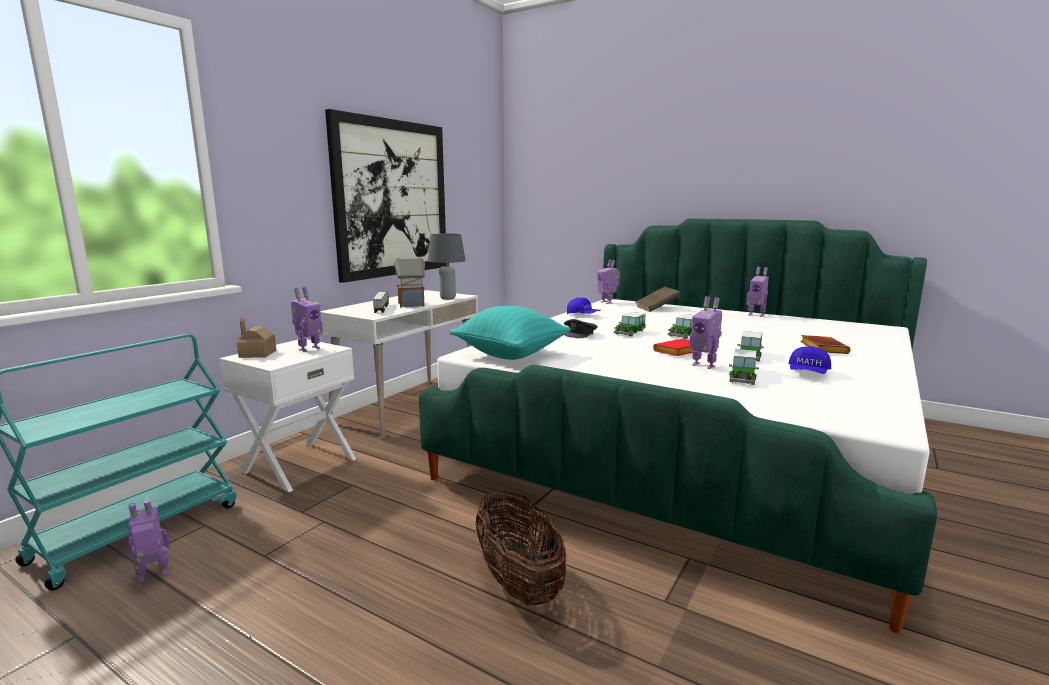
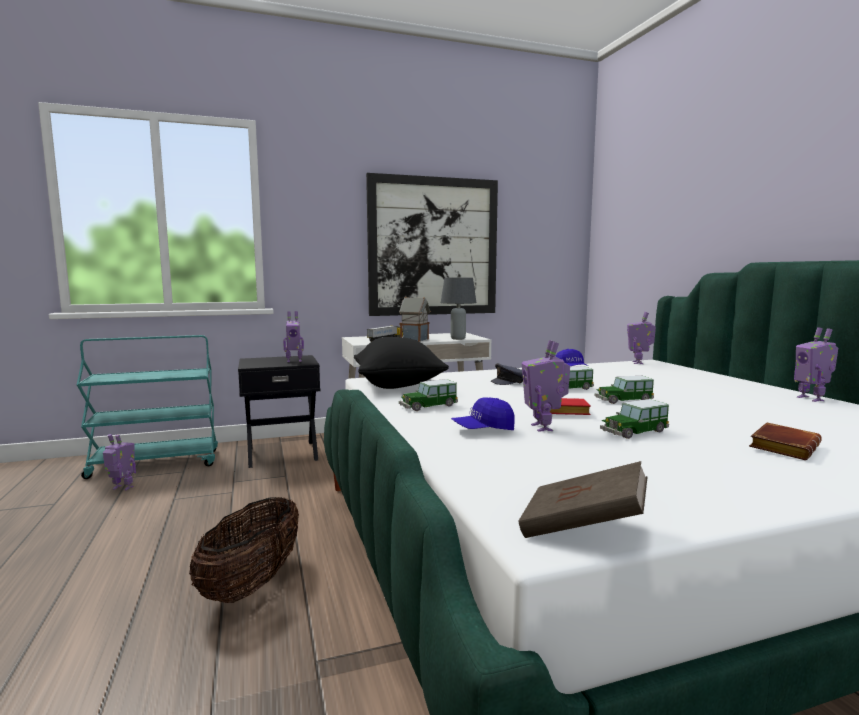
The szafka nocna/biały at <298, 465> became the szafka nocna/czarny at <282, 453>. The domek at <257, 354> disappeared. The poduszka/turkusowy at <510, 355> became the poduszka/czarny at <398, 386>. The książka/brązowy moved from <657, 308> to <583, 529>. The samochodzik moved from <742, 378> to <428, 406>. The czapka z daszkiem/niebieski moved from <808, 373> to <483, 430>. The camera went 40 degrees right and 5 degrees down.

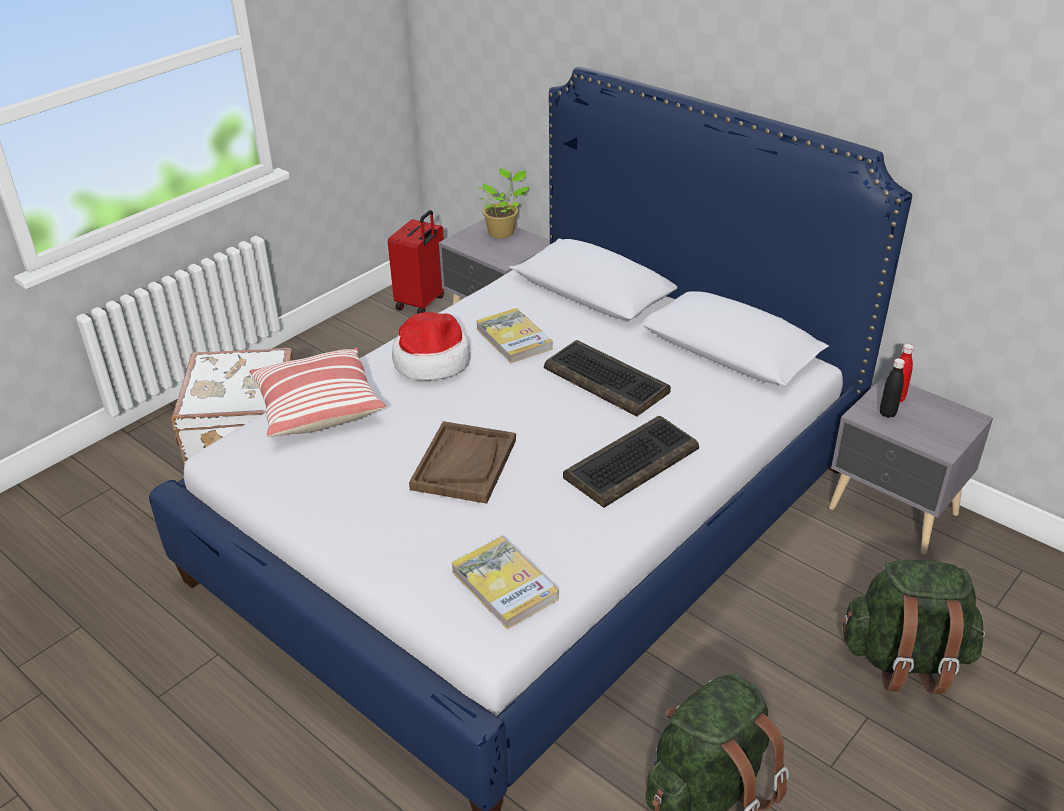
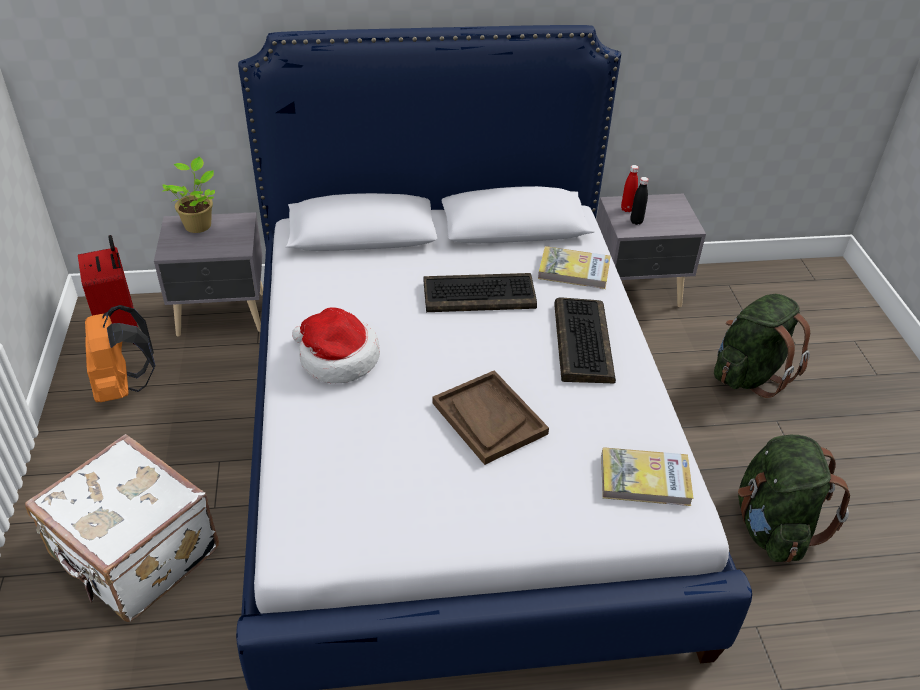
The poduszka at <317, 407> disappeared. The książka moved from <513, 339> to <574, 270>. The plecak/pomarańczowy at <123, 387> appeared. The camera went 50 degrees left and 5 degrees up.

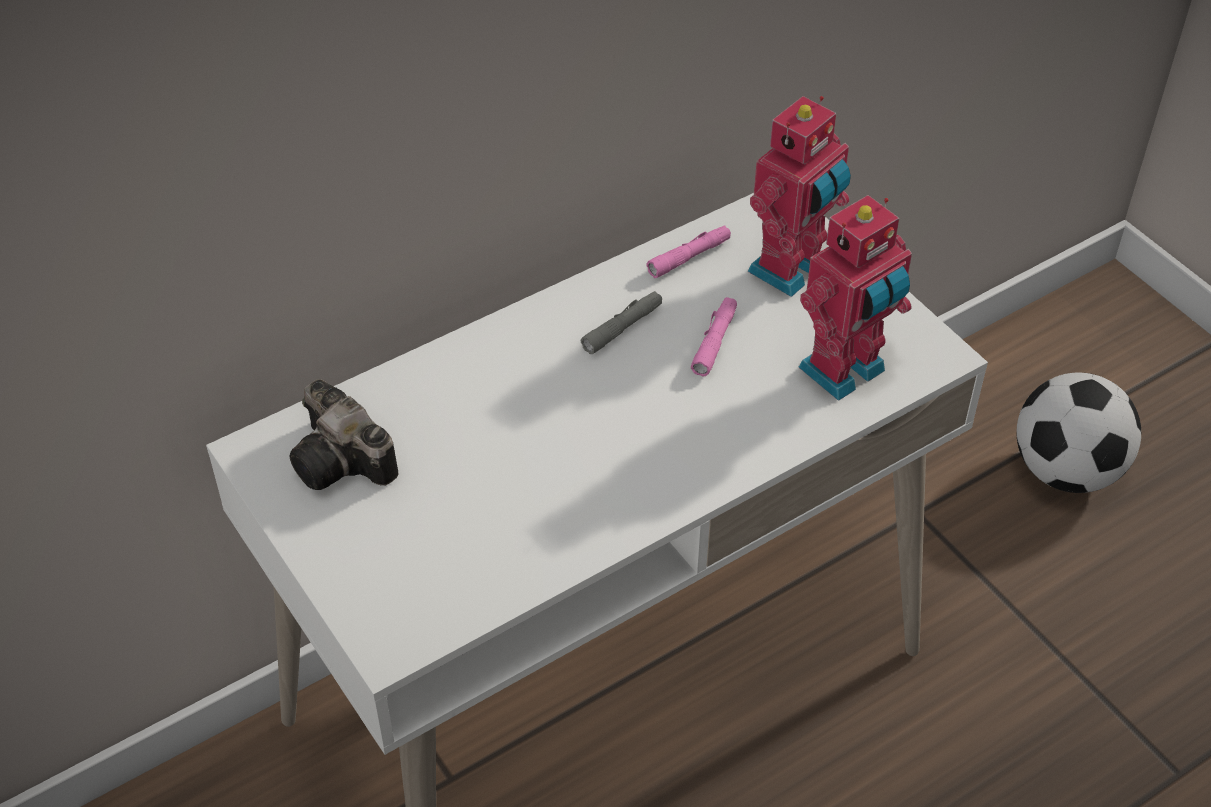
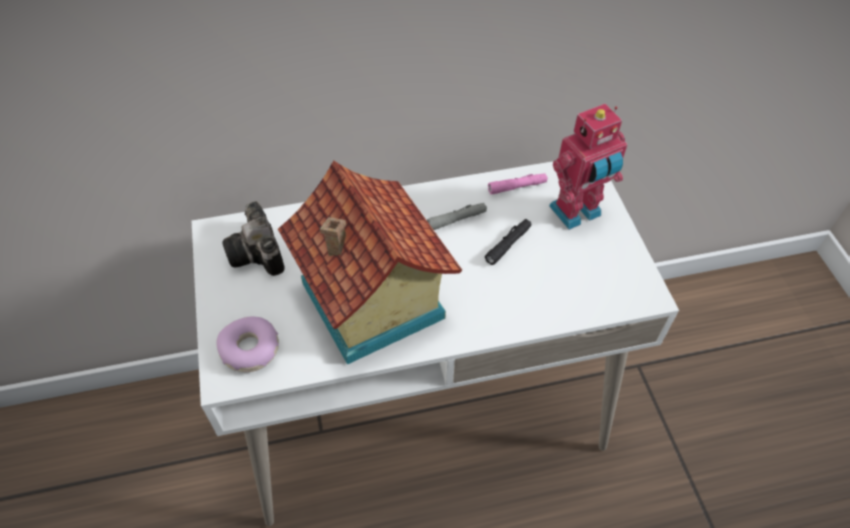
The latarka/różowy at <714, 342> became the latarka/czarny at <508, 244>. The robot zabawkowy at <846, 372> disappeared. The piłka futbolowa at <1066, 471> disappeared. The donut at <250, 350> appeared. The domek at <369, 303> appeared. The camera went 20 degrees right and 5 degrees up.

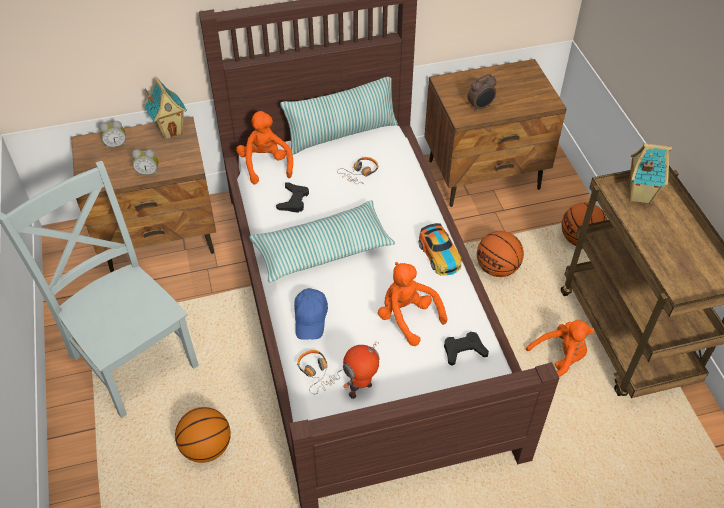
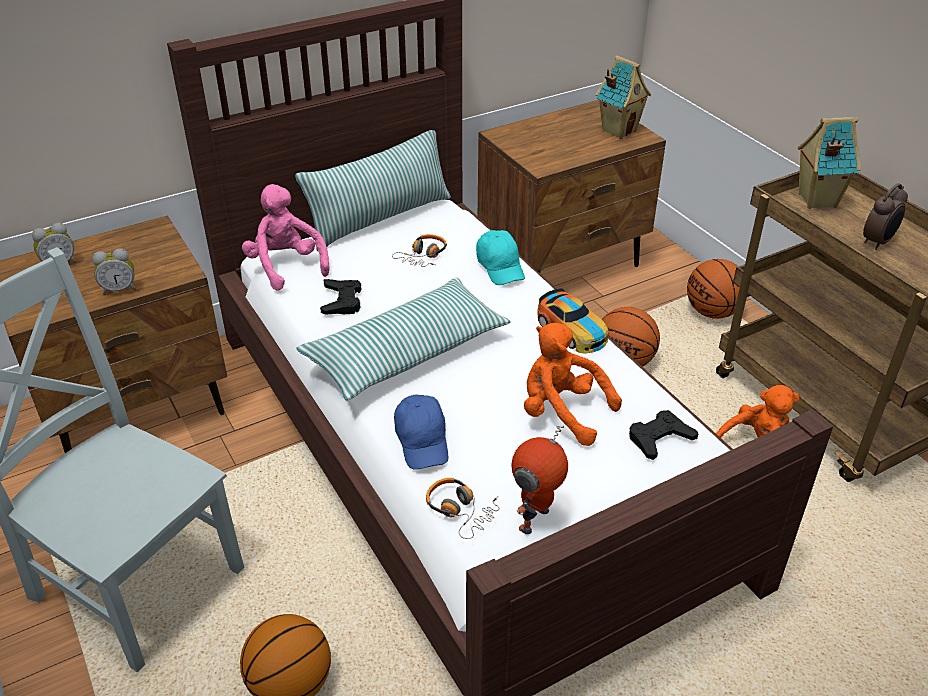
The domek moved from <170, 130> to <618, 130>. The pluszak/pomarańczowy at <265, 164> became the pluszak/różowy at <286, 266>. The budzik moved from <480, 107> to <878, 242>. The czapka z daszkiem/turkusowy at <500, 267> appeared. The camera went 15 degrees left and 10 degrees down.

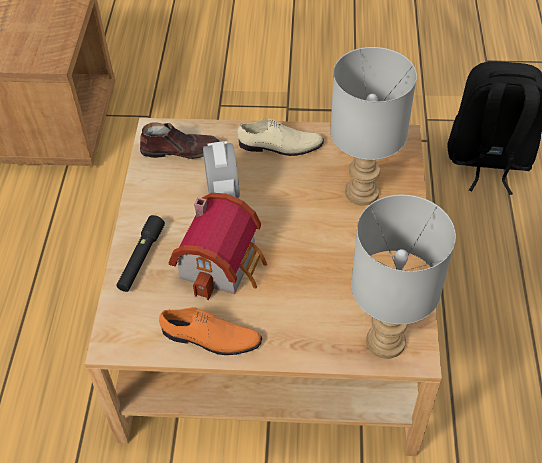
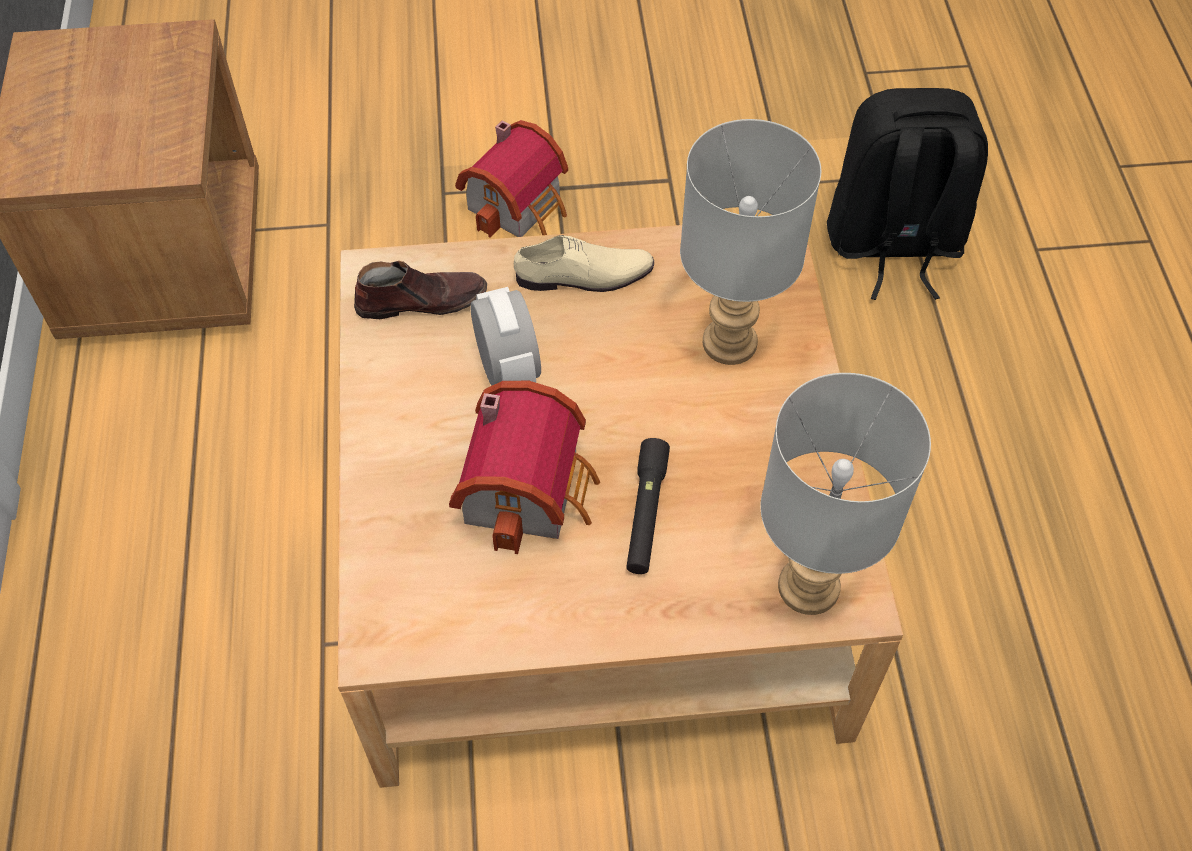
The latarka/czarny moved from <141, 258> to <646, 513>. The but/pomarańczowy at <210, 338> disappeared. The domek at <520, 204> appeared. The camera went 10 degrees left and 5 degrees up.

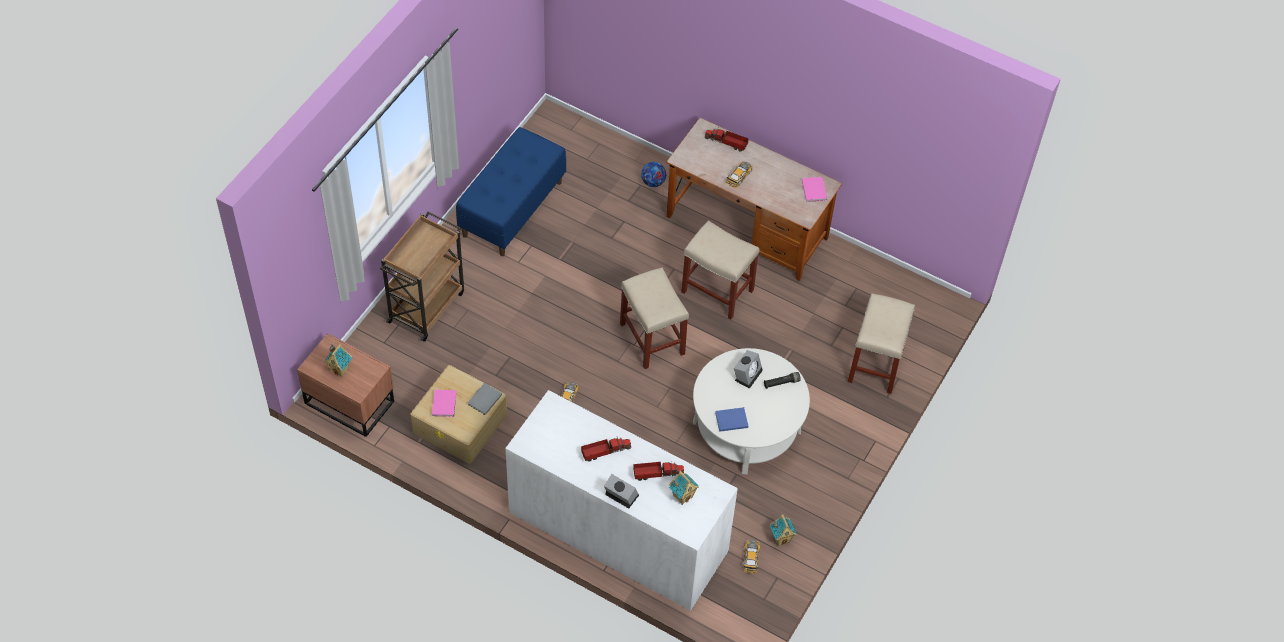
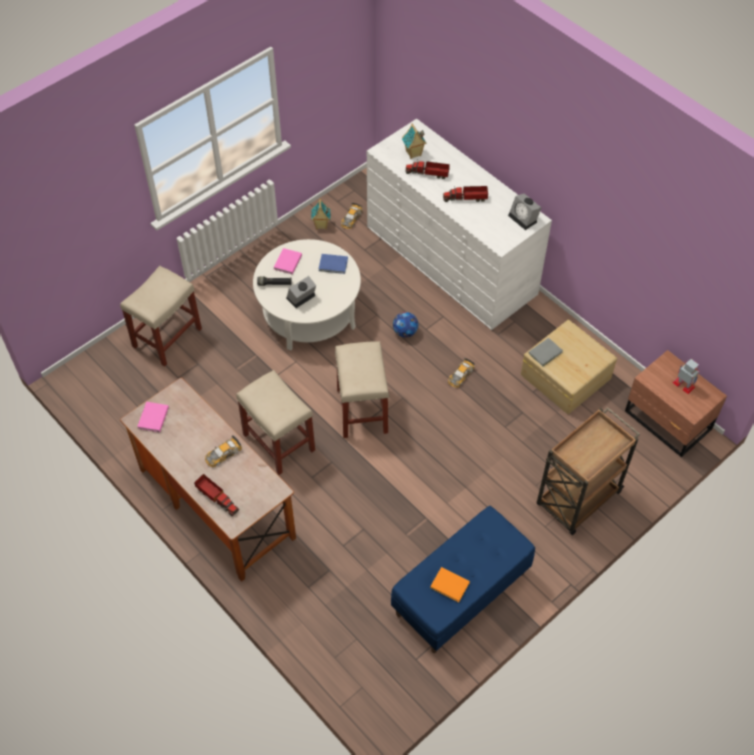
The domek at <340, 370> was replaced by the robot zabawkowy at <684, 385>. The książka/różowy moved from <444, 403> to <287, 262>. The budzik moved from <620, 495> to <524, 218>. The piłka futbolowa moved from <653, 182> to <405, 332>. The książka/pomarańczowy at <450, 586> appeared. The camera went 160 degrees left and 0 degrees up.

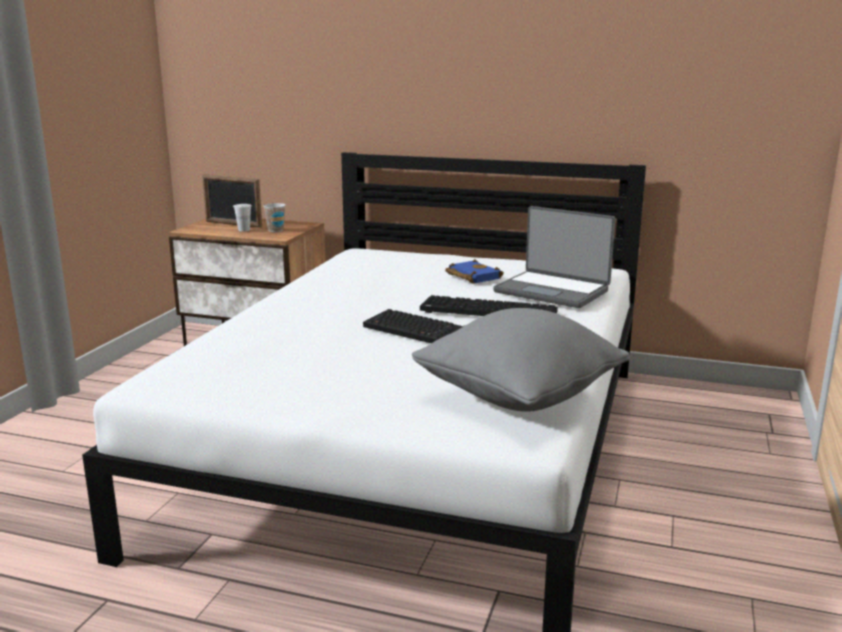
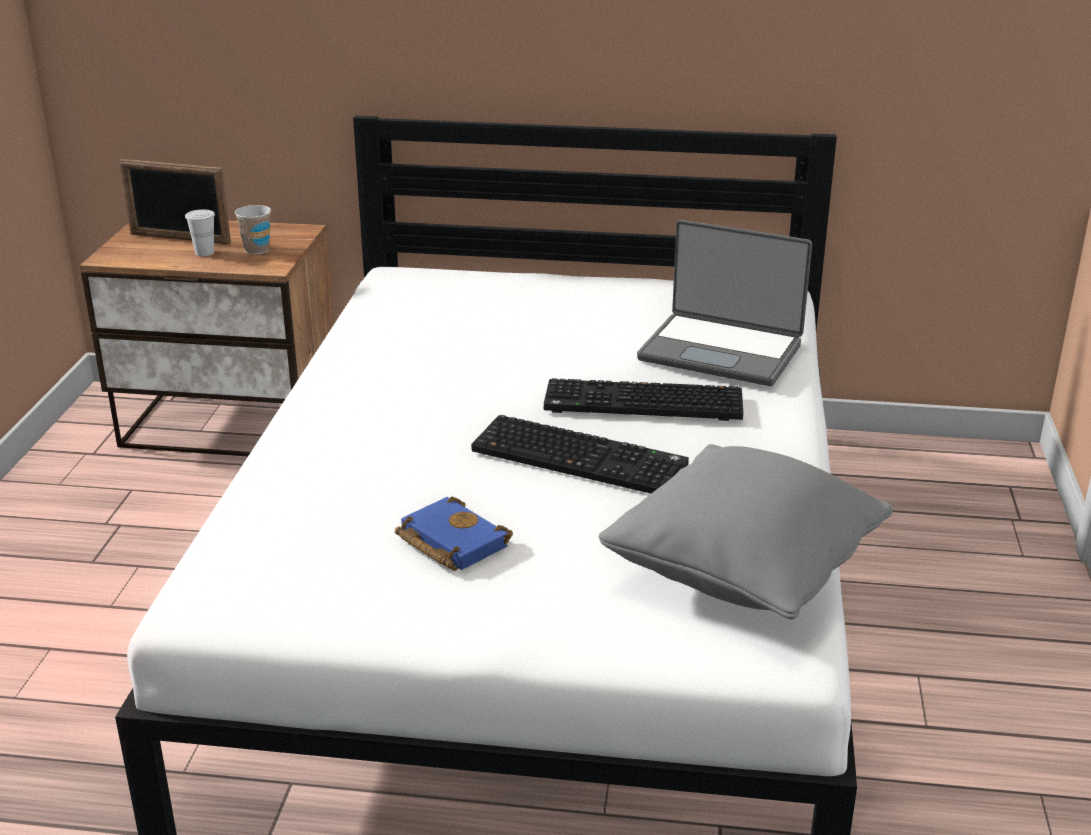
The książka/niebieski moved from <471, 276> to <448, 542>. The camera went 10 degrees left and 10 degrees up.

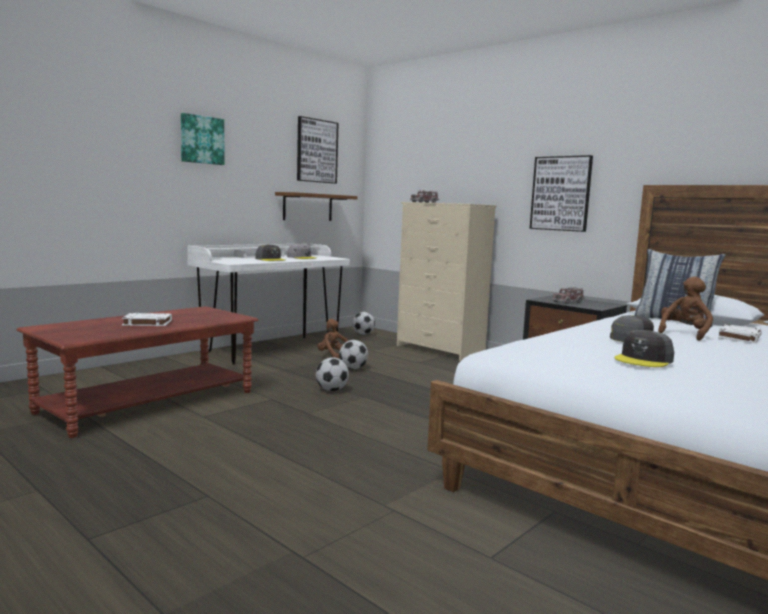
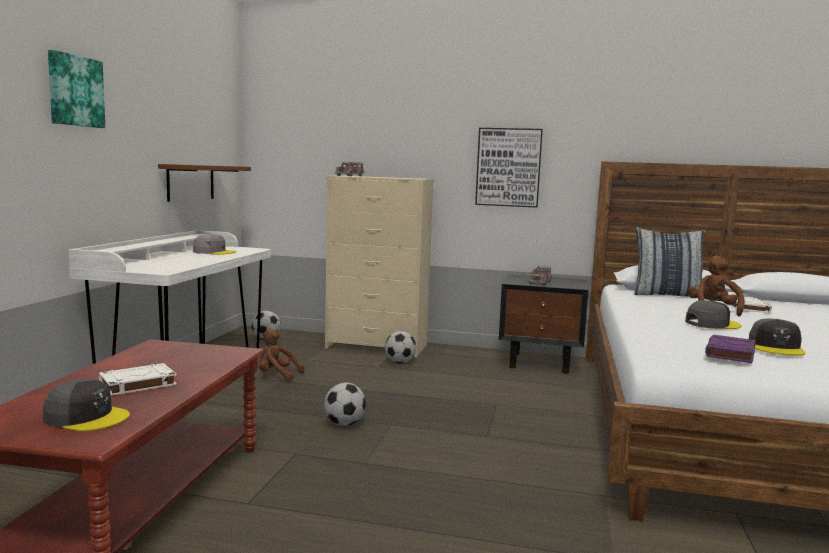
The czapka z daszkiem/szary moved from <270, 259> to <86, 417>. The obraz at <316, 151> disappeared. The piłka futbolowa moved from <352, 368> to <399, 362>. The książka/fioletowy at <730, 353> appeared. The camera went 30 degrees left and 0 degrees up.

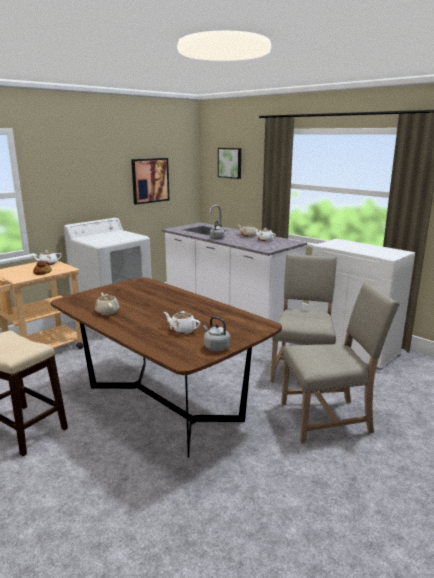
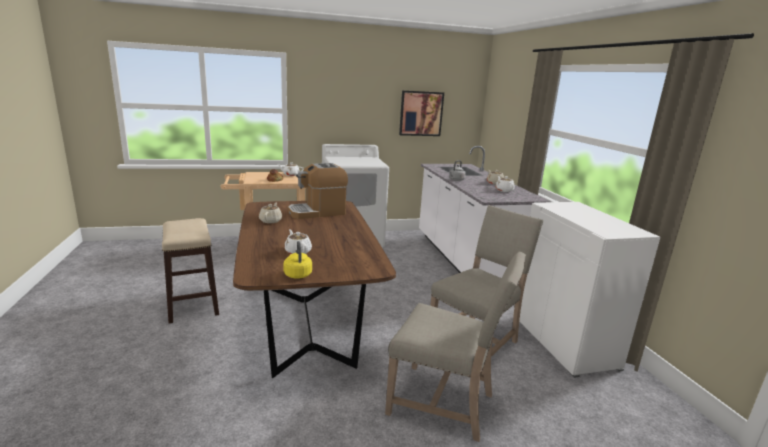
The czajnik/szary at <215, 347> became the czajnik/żółty at <298, 274>. The obraz at <230, 163> disappeared. The ekspres do kawy at <317, 212> appeared. The camera went 30 degrees right and 0 degrees up.

